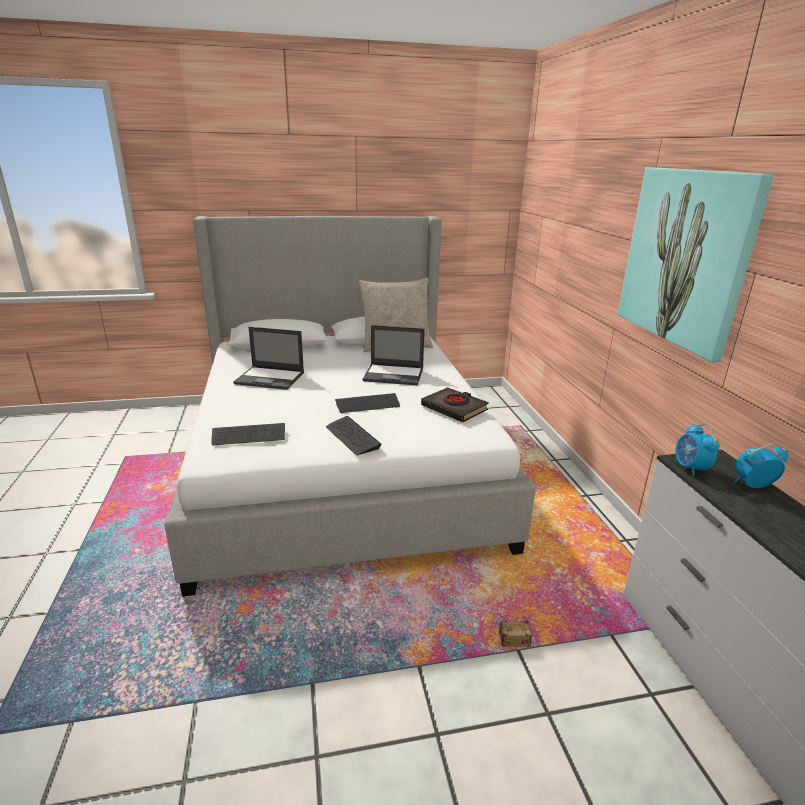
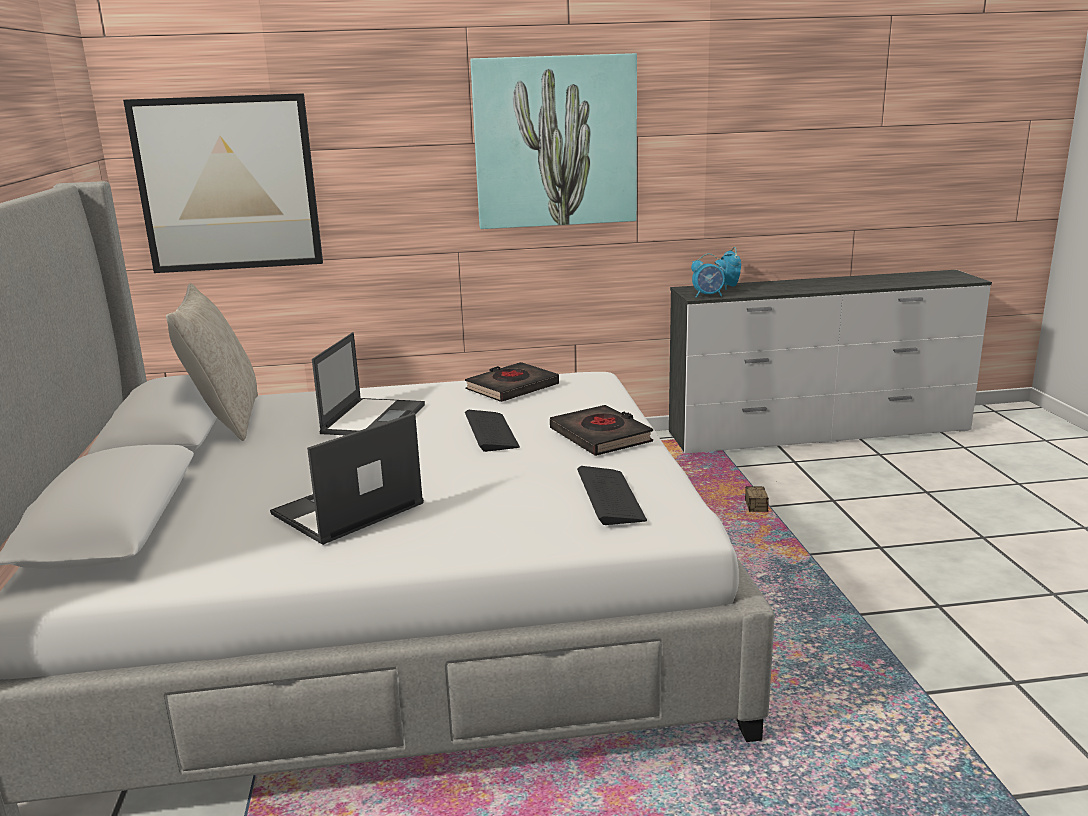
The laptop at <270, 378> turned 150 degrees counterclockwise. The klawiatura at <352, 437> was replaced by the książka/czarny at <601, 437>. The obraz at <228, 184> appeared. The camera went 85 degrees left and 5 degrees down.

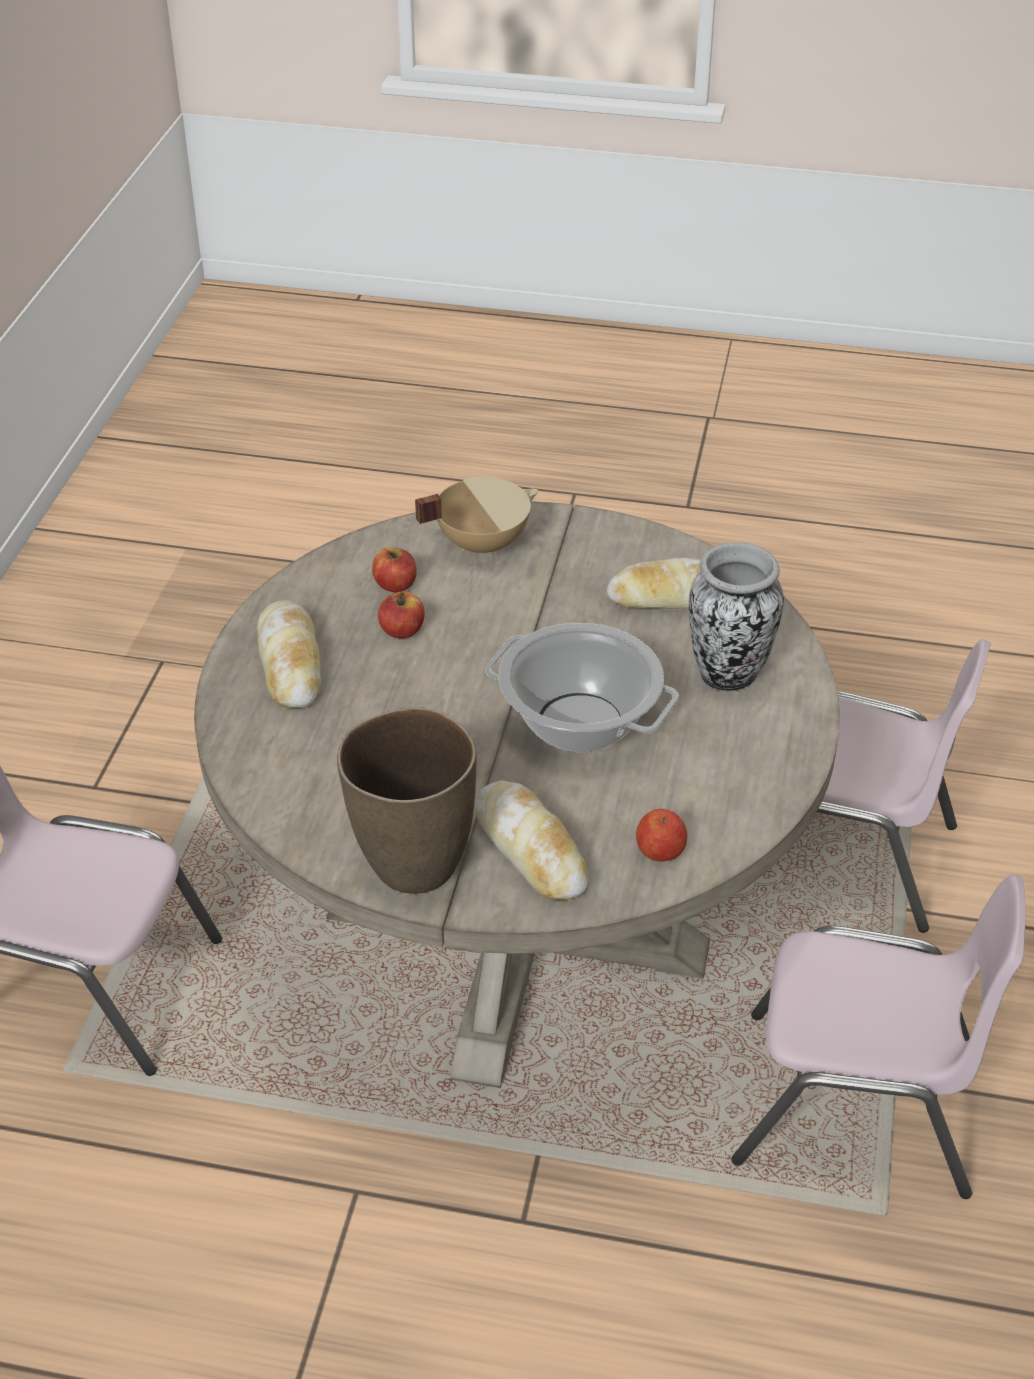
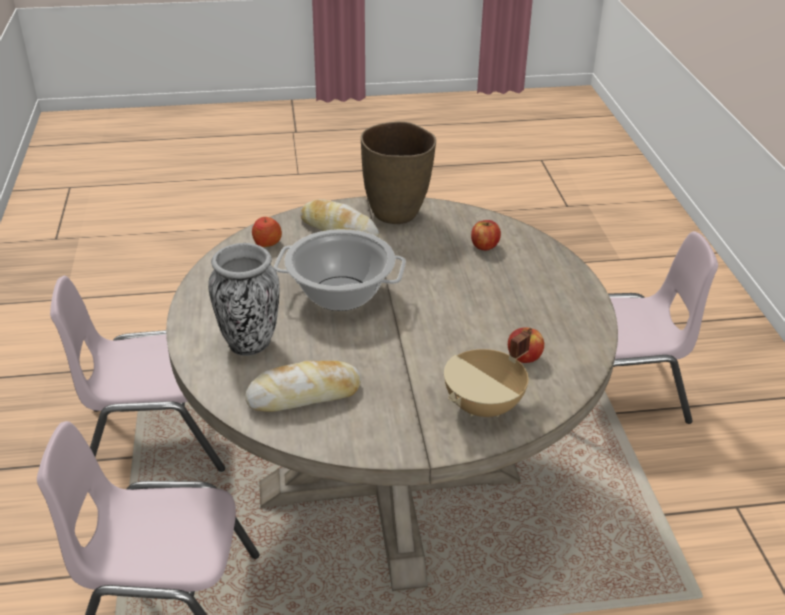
The chleb at <290, 664> disappeared. The jabłko moved from <402, 630> to <484, 246>. The camera went 160 degrees right and 5 degrees down.

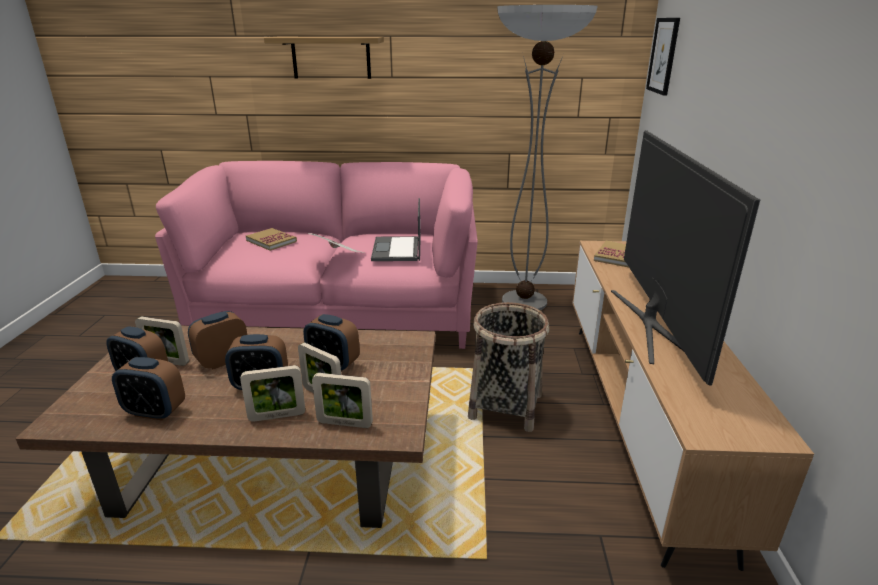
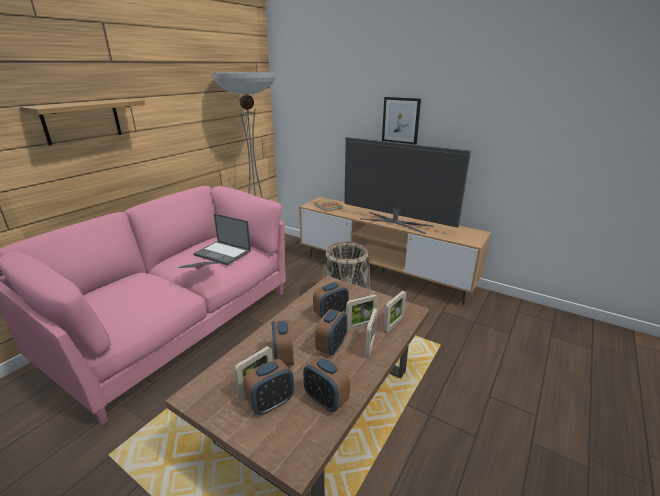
The budzik at <155, 412> turned 90 degrees clockwise. The książka at <271, 241> disappeared. The obraz moved from <663, 56> to <400, 120>. The camera went 60 degrees left and 0 degrees up.

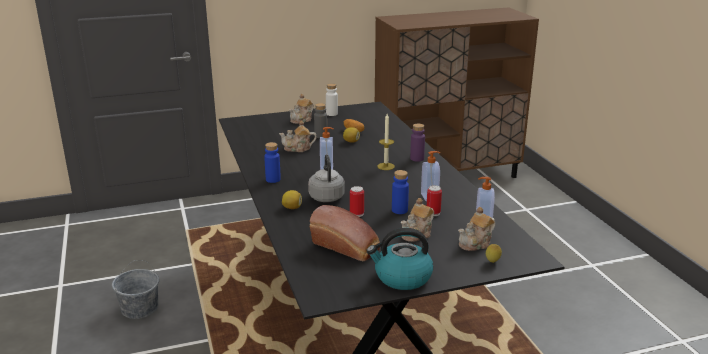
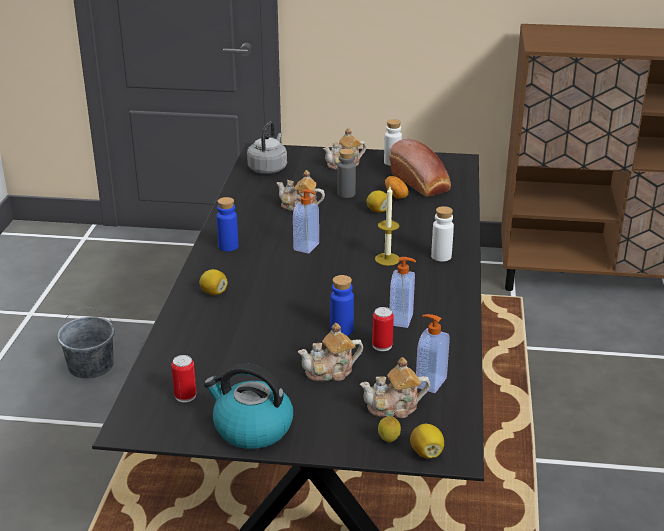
The czajnik/szary moved from <326, 196> to <268, 168>. The chleb moved from <347, 247> to <421, 183>. The puszka moved from <356, 214> to <185, 396>. The butelka/fioletowy at <417, 158> became the butelka/biały at <441, 256>. The cytryna at <426, 452> appeared. The camera went 25 degrees right and 5 degrees up.

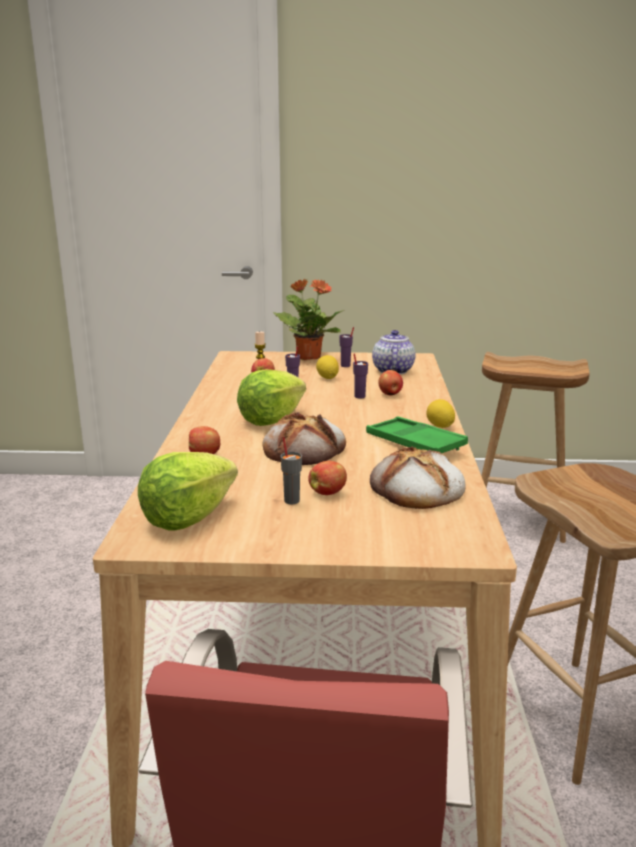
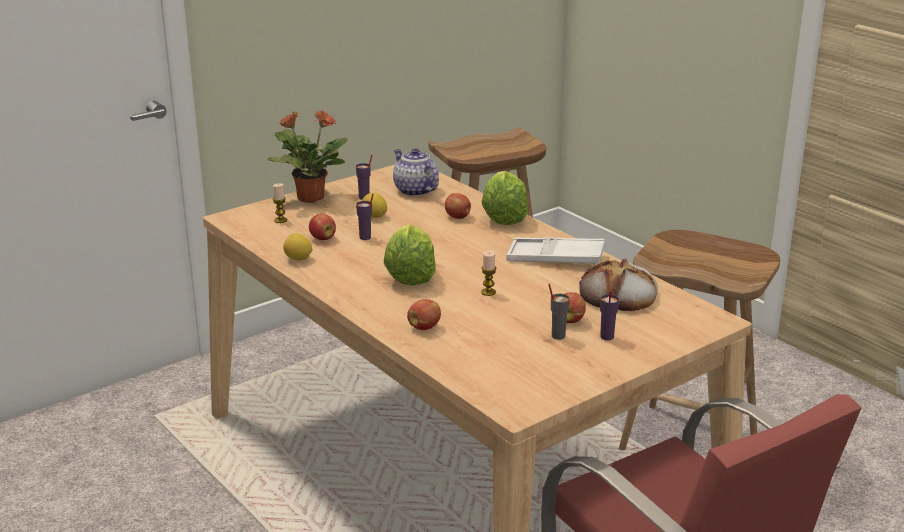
The sałata moved from <188, 517> to <504, 217>. The chleb at <304, 449> was replaced by the świeca at <488, 292>. The filiżanka/fioletowy moved from <359, 396> to <606, 337>. The taca/zielony at <414, 443> became the taca/biały at <555, 258>. The cytryna moved from <439, 426> to <298, 259>. The camera went 40 degrees left and 5 degrees up.

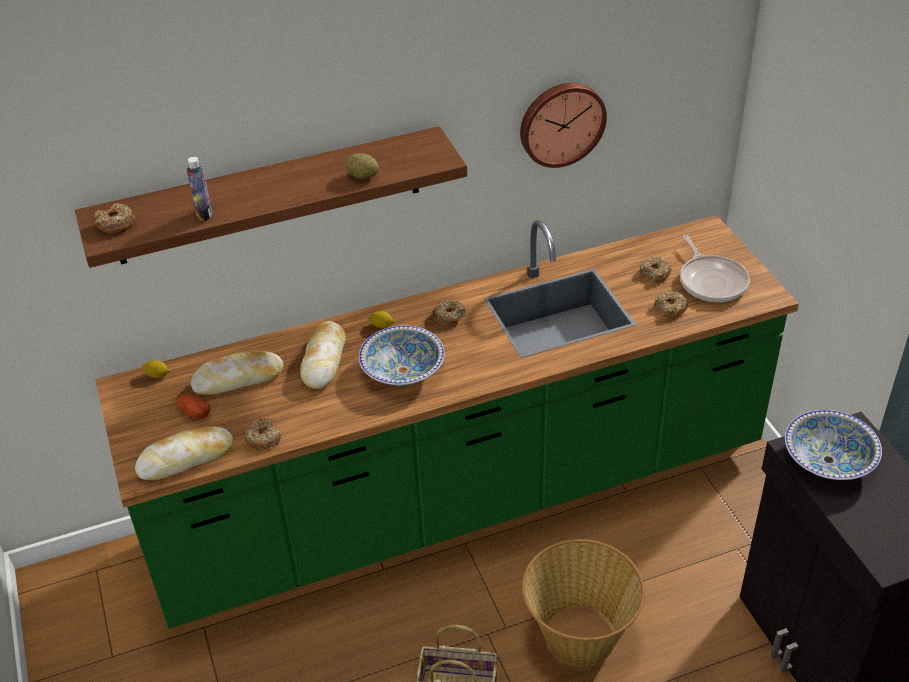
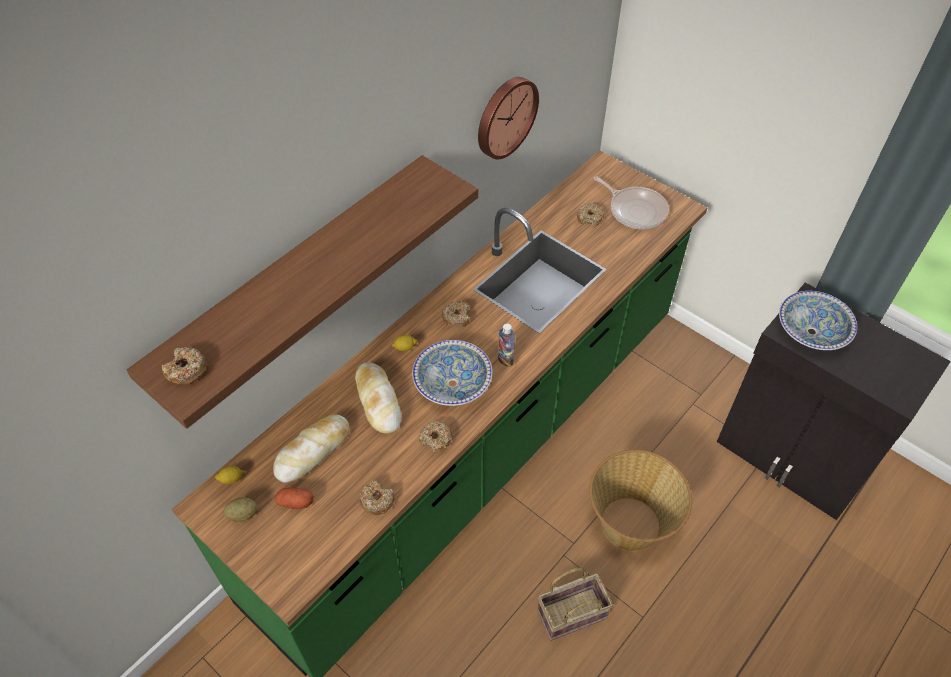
The chleb at <186, 459> disappeared. The butelka moved from <204, 214> to <505, 359>. The ziemniak moved from <362, 176> to <243, 514>. The donut moved from <670, 308> to <436, 439>. The camera went 30 degrees left and 10 degrees up.

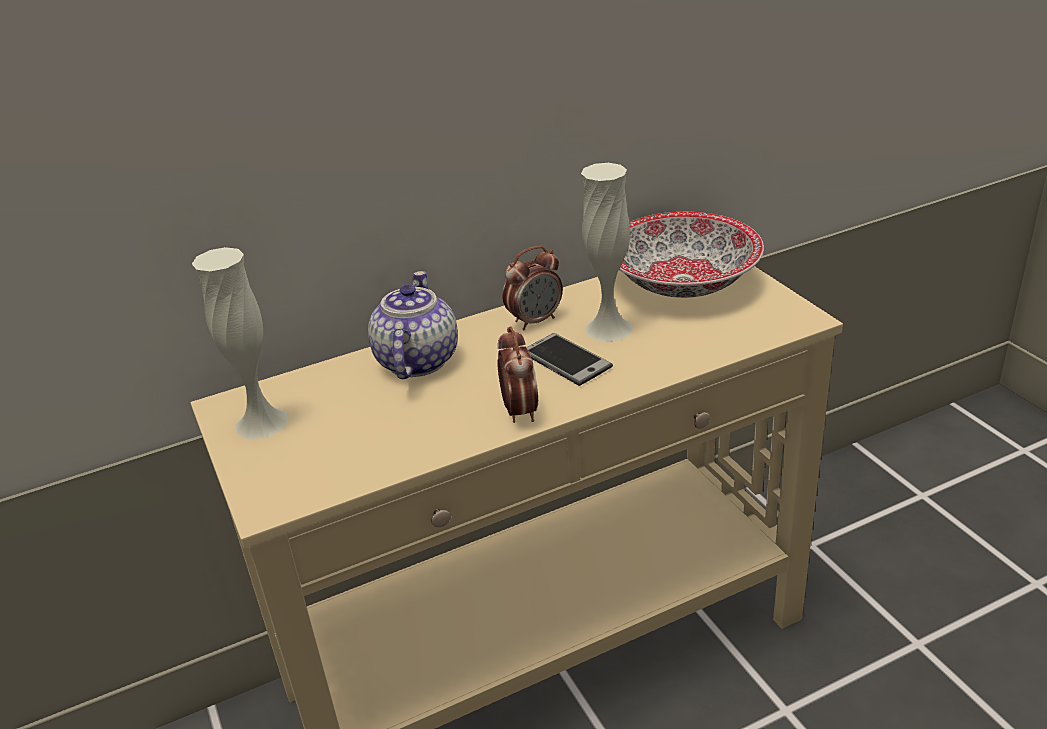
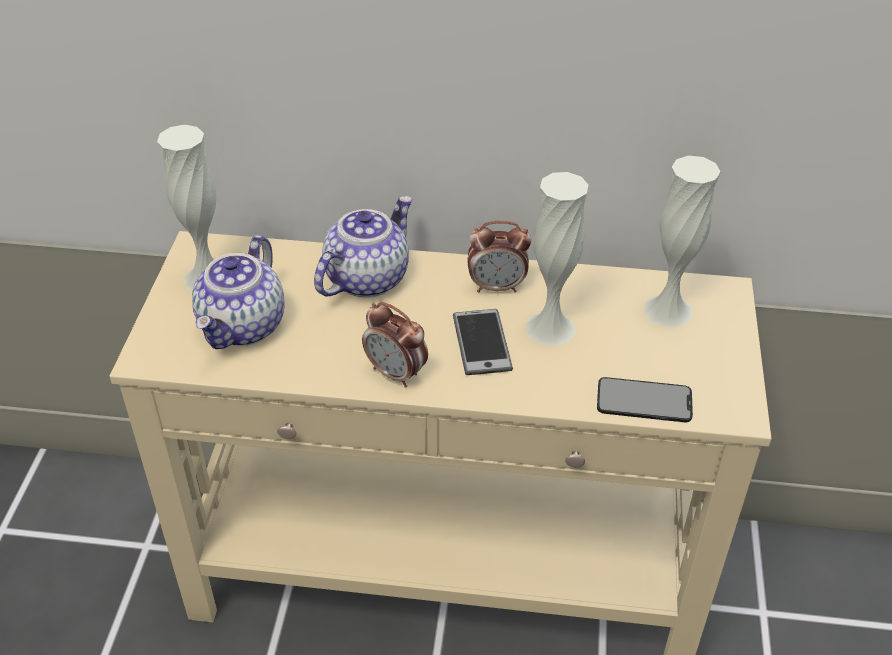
The budzik at <519, 411> turned 105 degrees clockwise. The miska at <682, 281> was replaced by the wazon/biały at <667, 310>. The imbryk at <243, 326> appeared. The telefon at <644, 400> appeared. The camera went 30 degrees right and 10 degrees up.

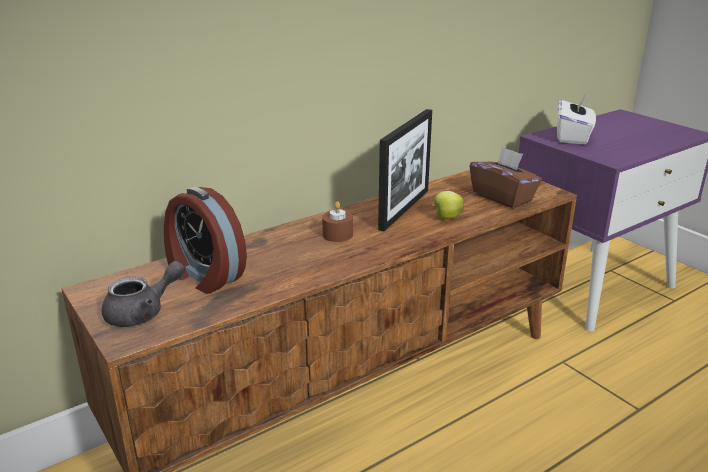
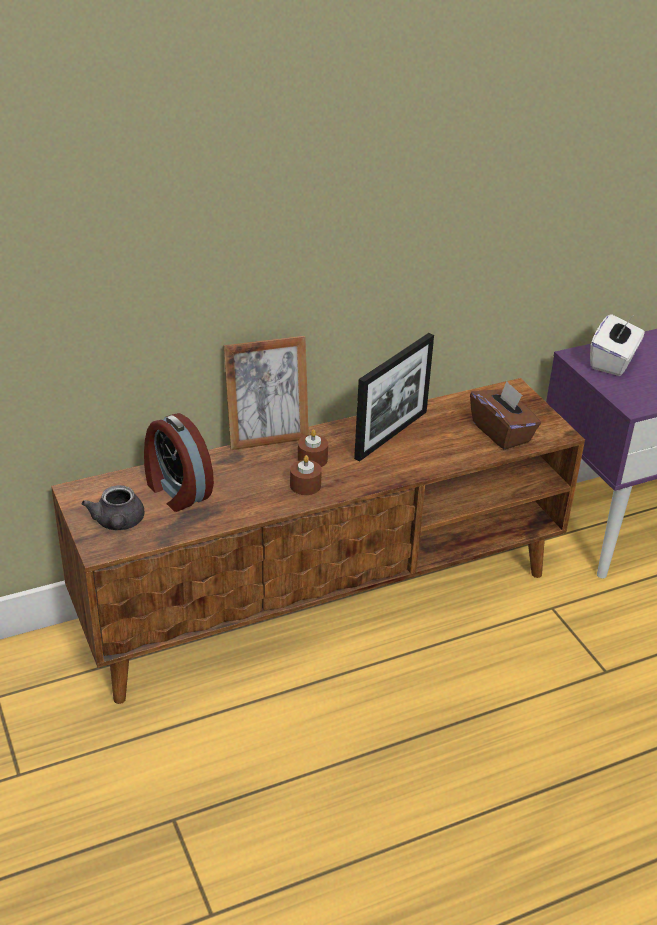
The imbryk/szary at <143, 313> turned 105 degrees clockwise. The jabłko at <446, 218> disappeared. The ramka na zdjęcie at <267, 438> appeared. The świeca/brązowy at <305, 485> appeared. The camera went 10 degrees right and 10 degrees up.

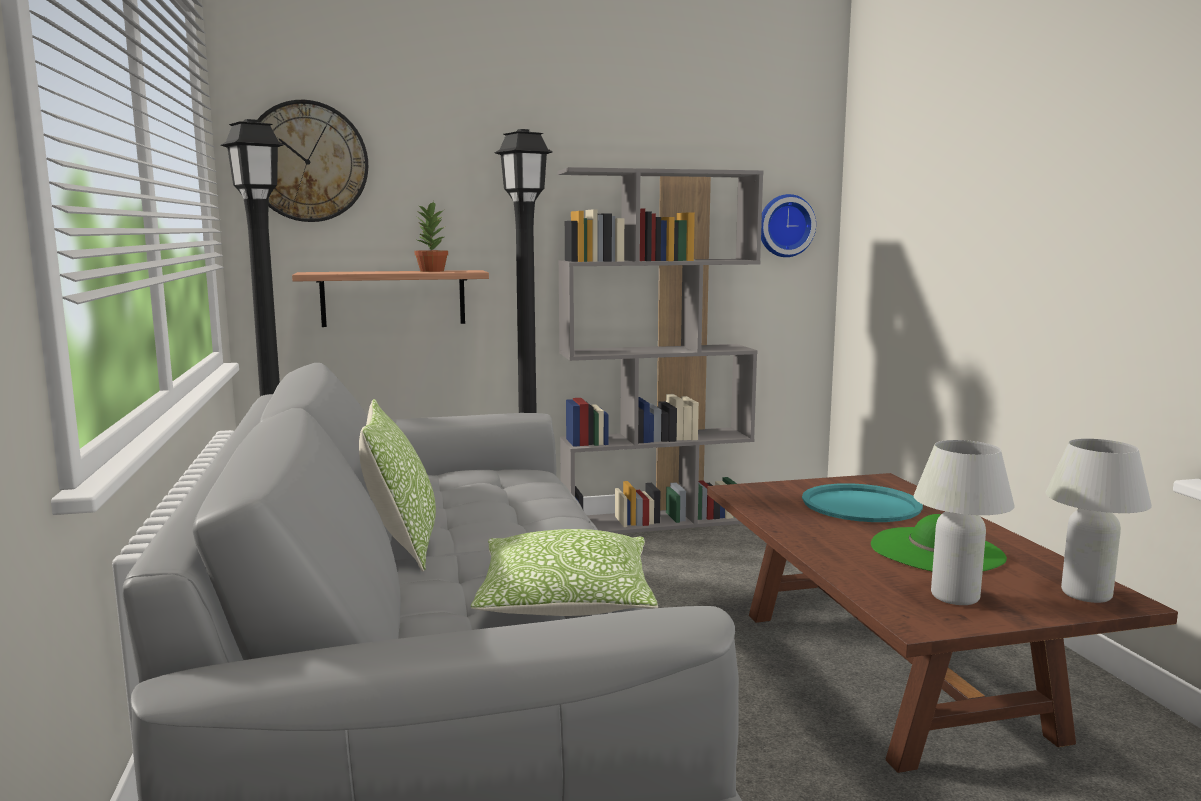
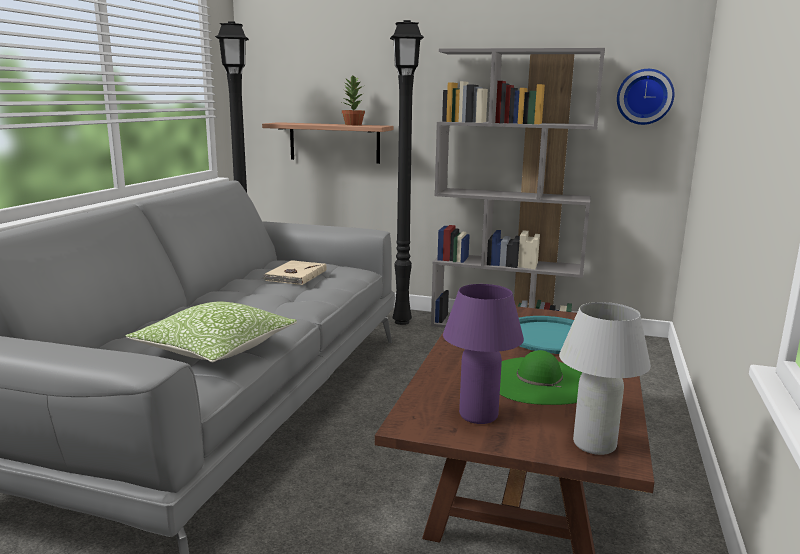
The zegar ścienny at <307, 162> disappeared. The poduszka at <402, 545> disappeared. The lampa stołowa/biały at <955, 597> became the lampa stołowa/fioletowy at <478, 415>. The książka/beżowy at <295, 275> appeared. The camera went 30 degrees right and 5 degrees up.

